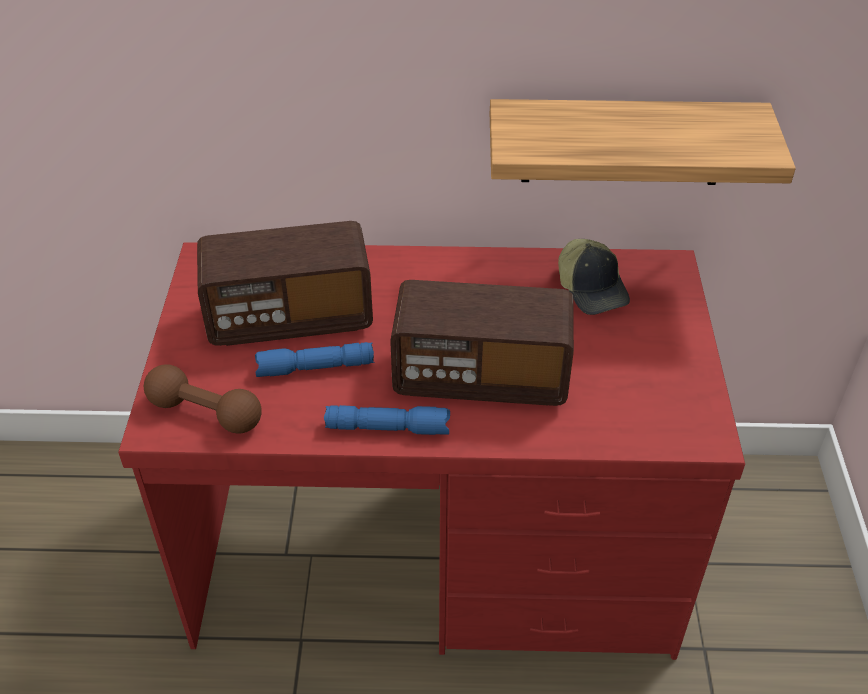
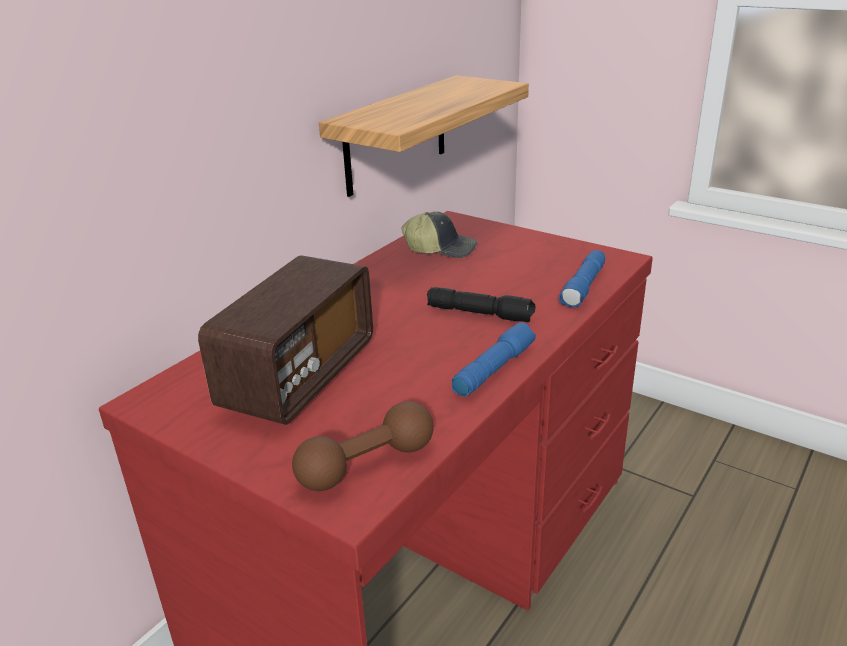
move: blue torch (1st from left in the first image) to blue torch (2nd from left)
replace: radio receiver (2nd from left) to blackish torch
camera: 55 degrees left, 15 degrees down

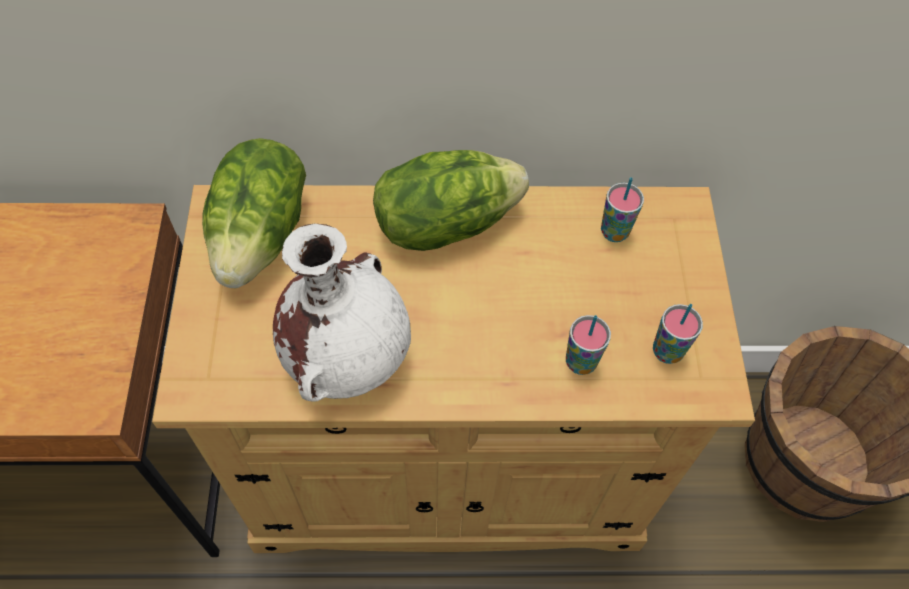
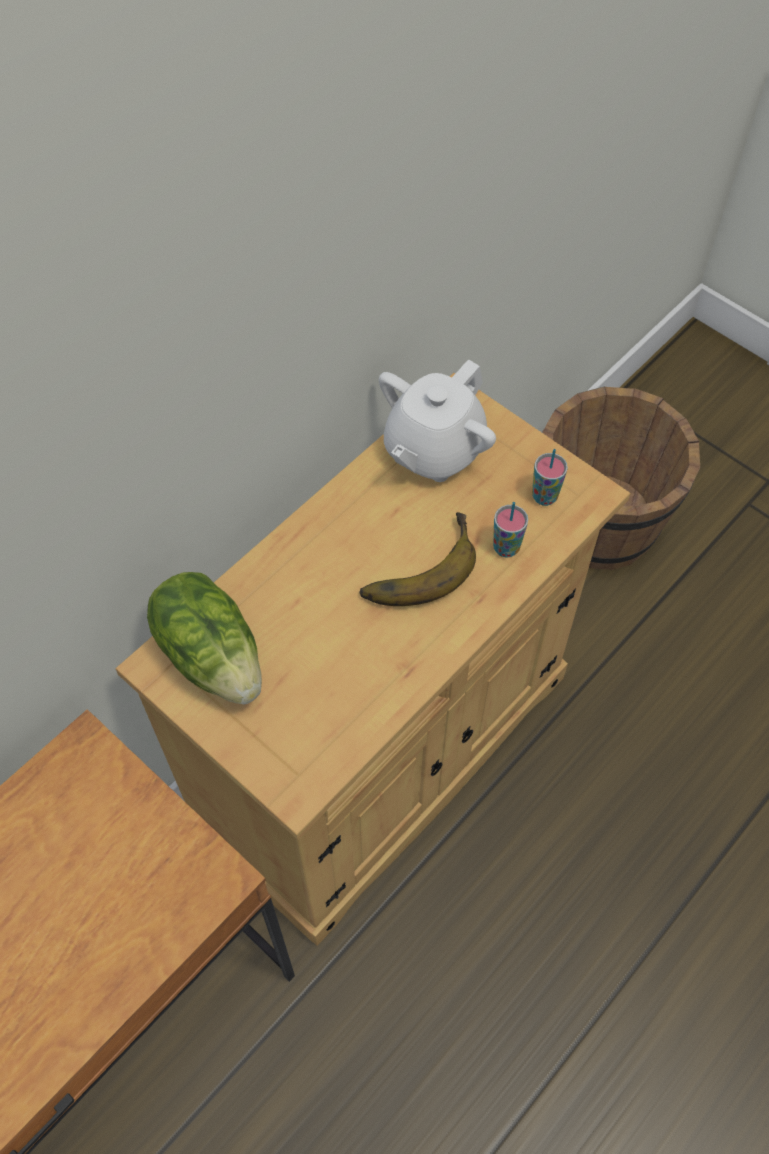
delete: whitish vase; lettuce head (2nd from left)
insert: banana
replace: small cup (2nd from left) to whitish teapot
camera: 45 degrees left, 0 degrees up

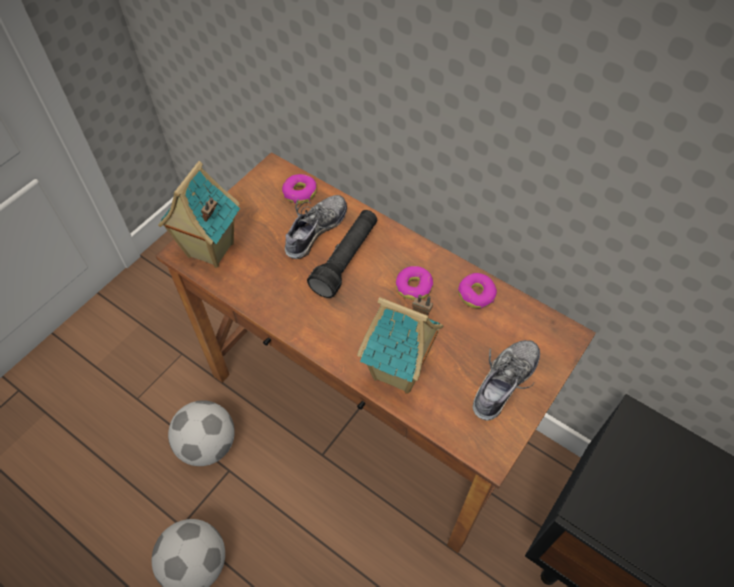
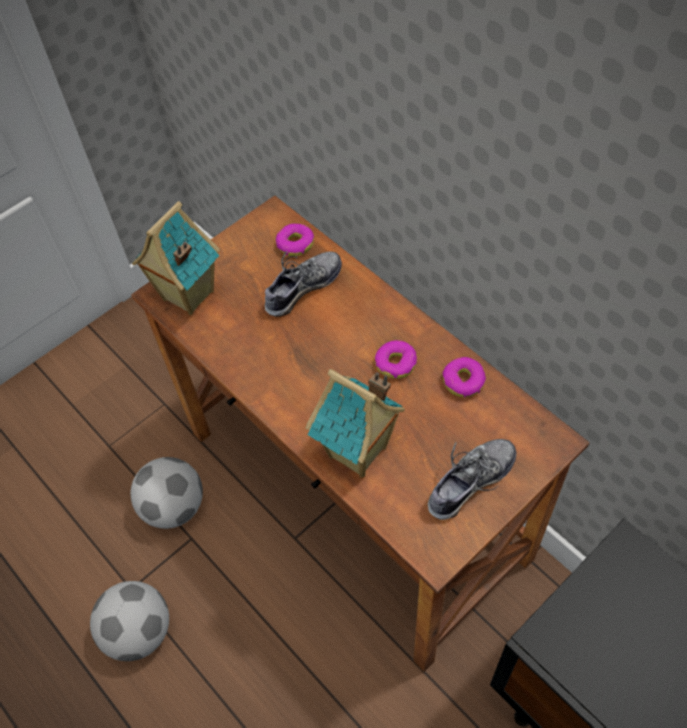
delete: blackish torch
camera: 15 degrees right, 0 degrees up

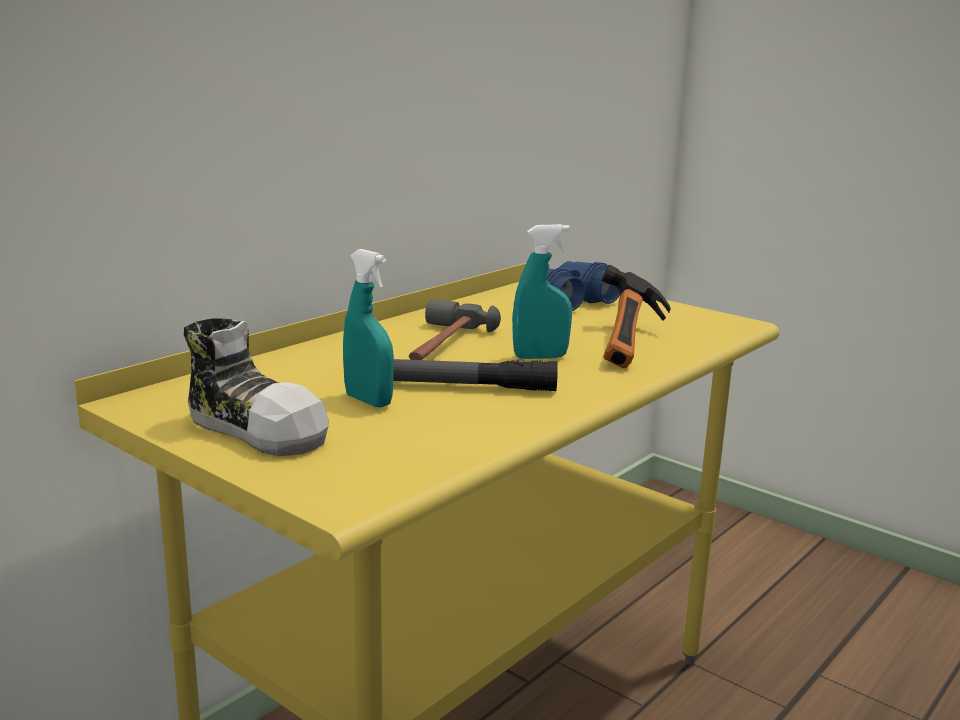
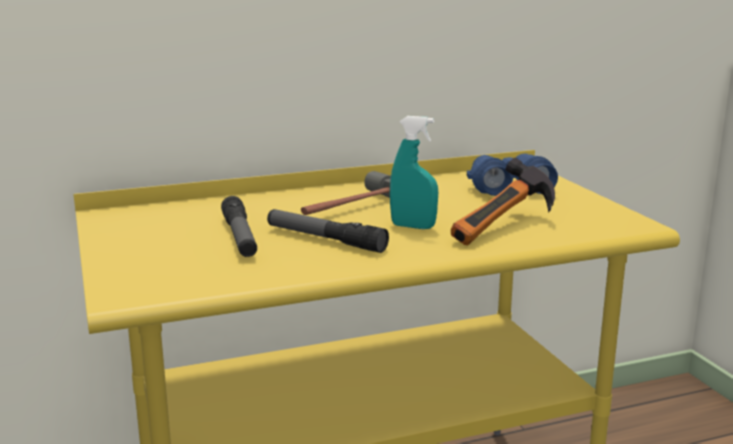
delete: low shoe
replace: turquoise spray bottle (1st from left) to torch (1st from left)
camera: 30 degrees right, 0 degrees up

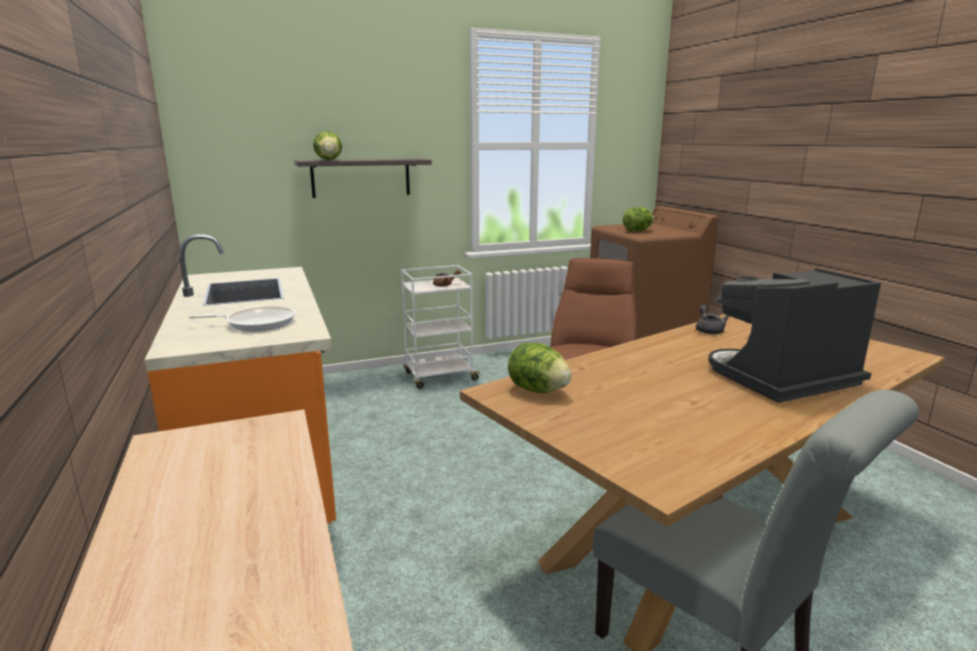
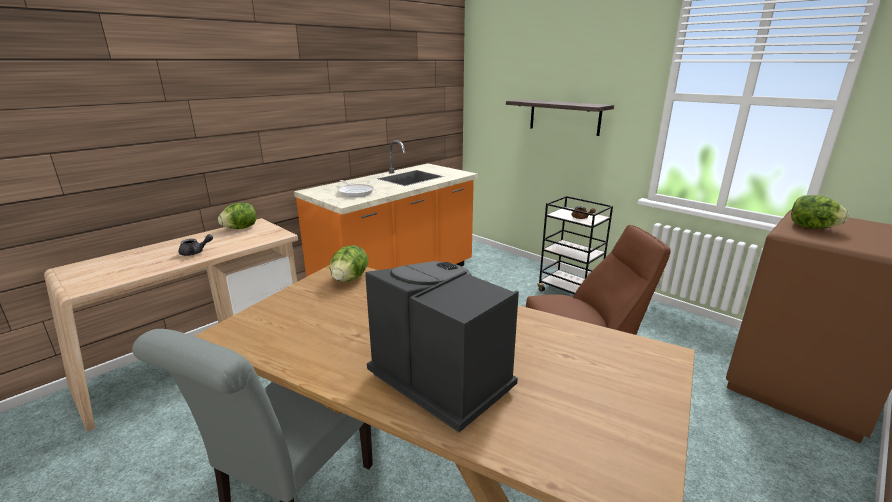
move: lettuce head (1st from left); grey teapot
recolor: whitish cart to blackish cart
camera: 65 degrees right, 5 degrees up

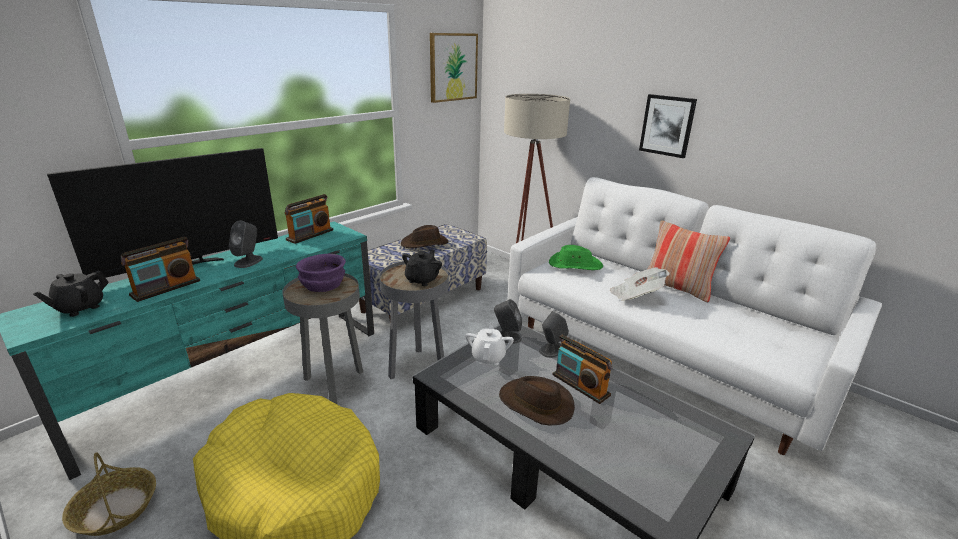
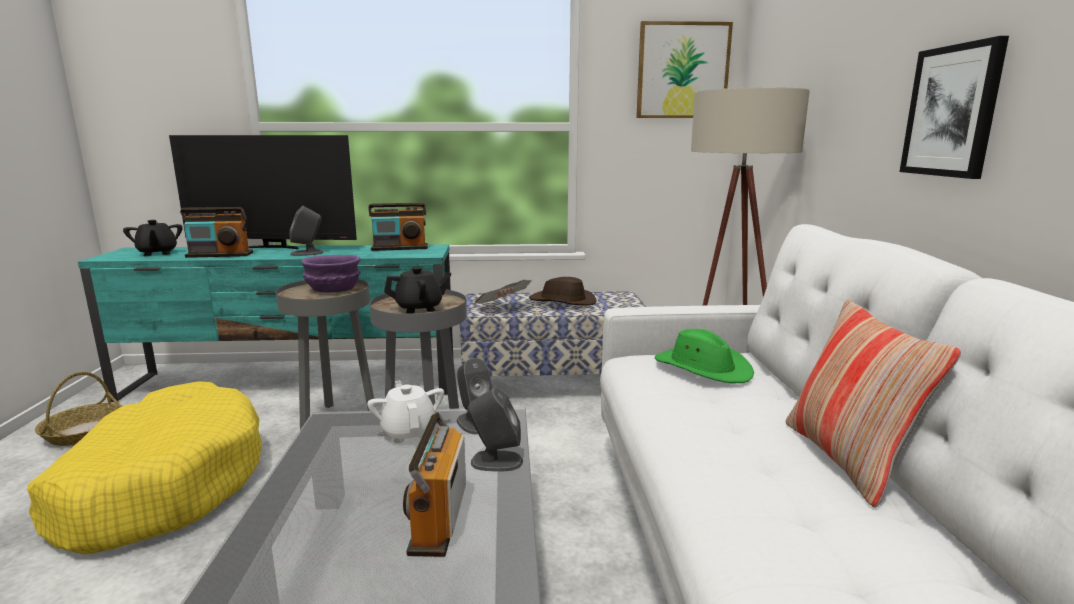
delete: brownish hat (2nd from left)
move: newspaper
rotate: blackish teapot (1st from left) 105 degrees counterclockwise; whitish teapot 75 degrees counterclockwise
camera: 45 degrees right, 10 degrees down

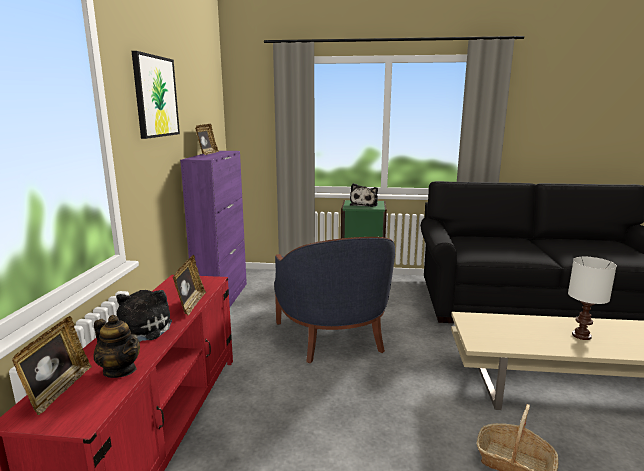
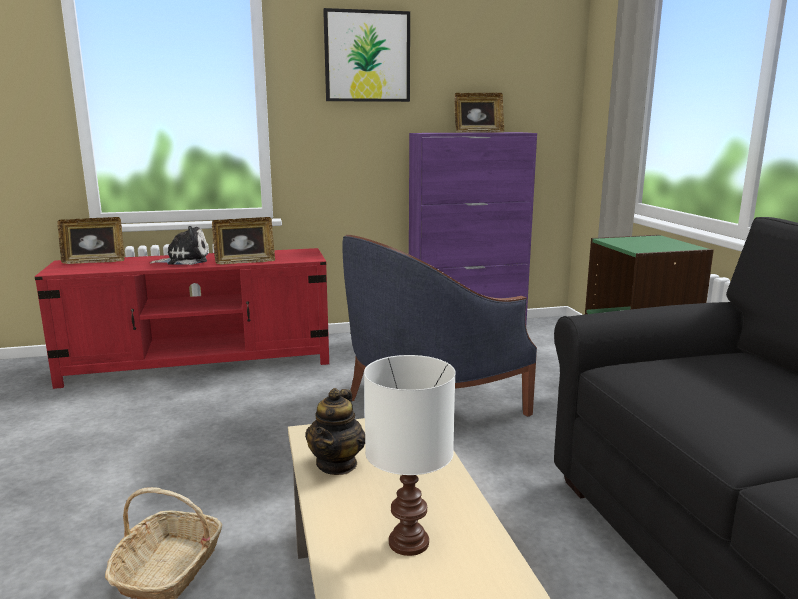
delete: soft toy (2nd from left)
move: teapot
camera: 70 degrees right, 0 degrees up

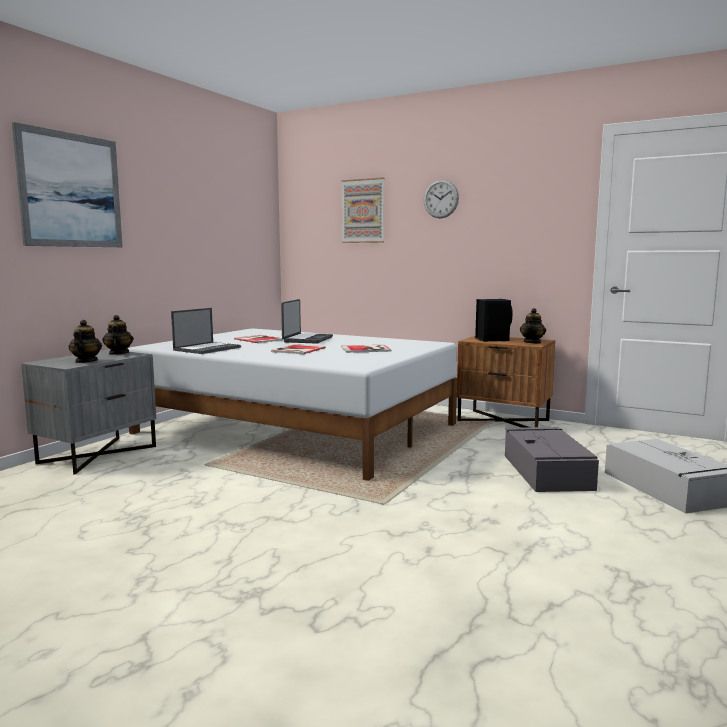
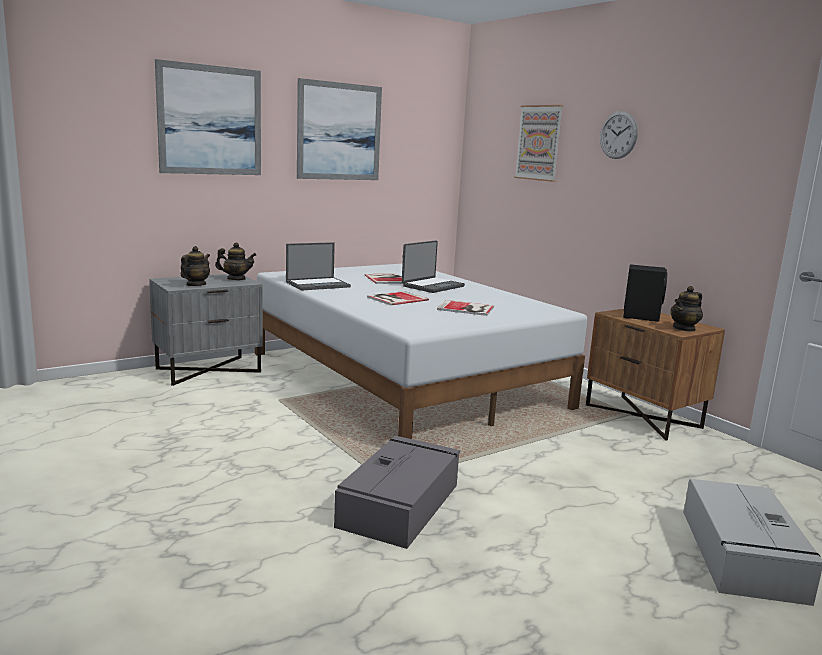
insert: picture (2nd from left)
move: grey storage container (1st from left)
rotate: teapot (2nd from left) 75 degrees clockwise
camera: 25 degrees right, 5 degrees up

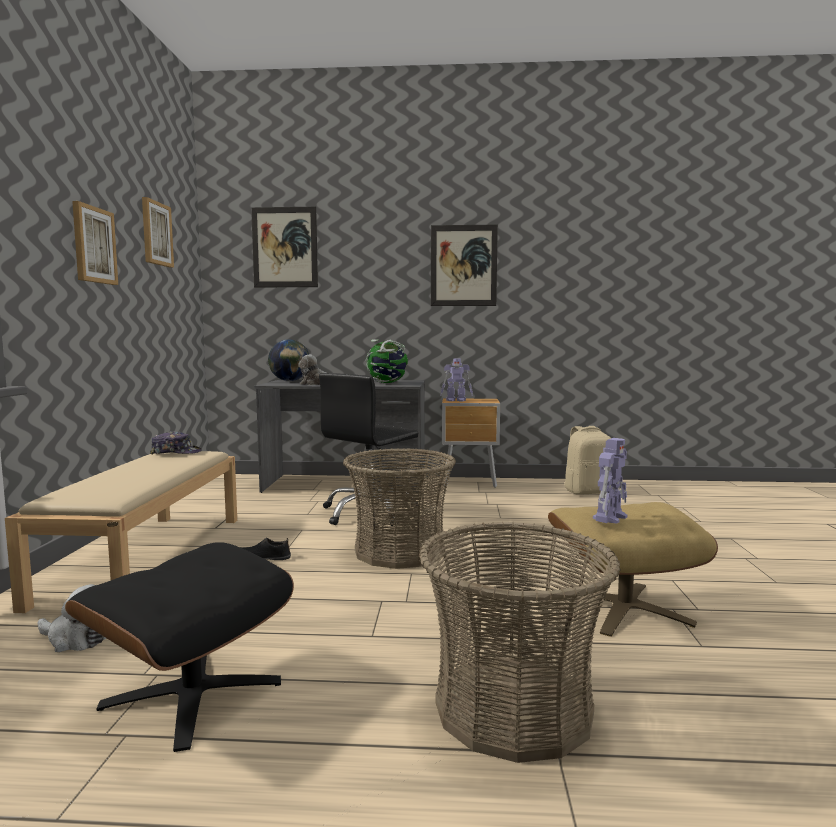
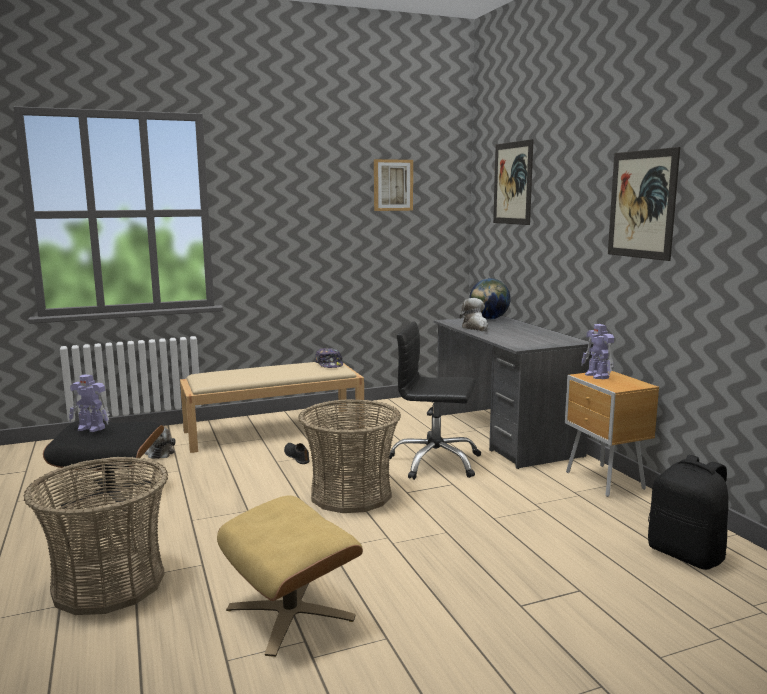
delete: picture (1st from left); globe (2nd from left)
move: robot figure (2nd from left in the first image) to robot figure (1st from left)
recolor: beige-coloured knapsack to blackish knapsack
camera: 65 degrees right, 5 degrees up

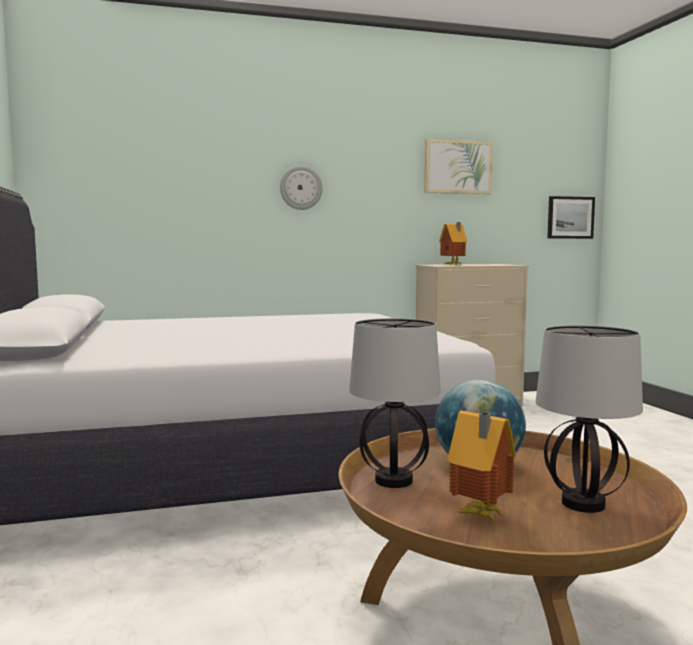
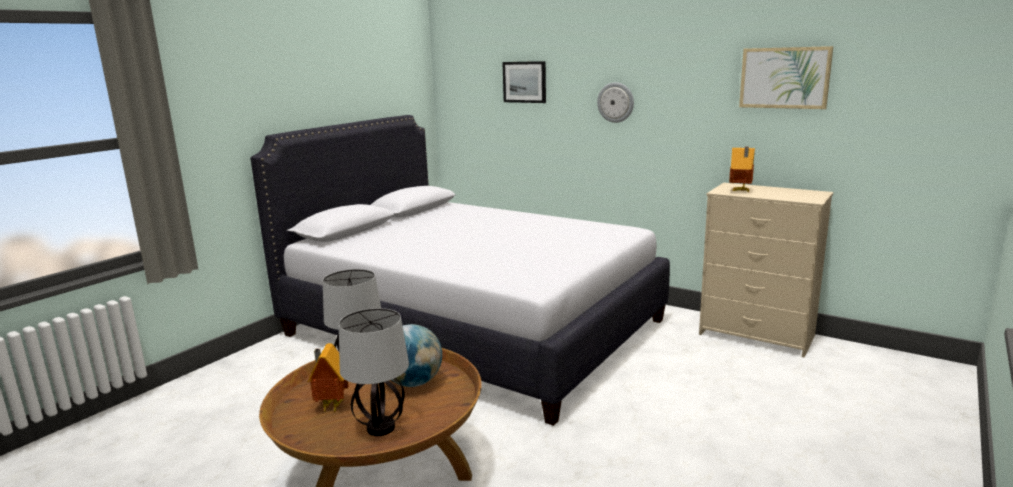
move: picture (2nd from left in the first image) to picture (1st from left)
camera: 50 degrees right, 10 degrees up

